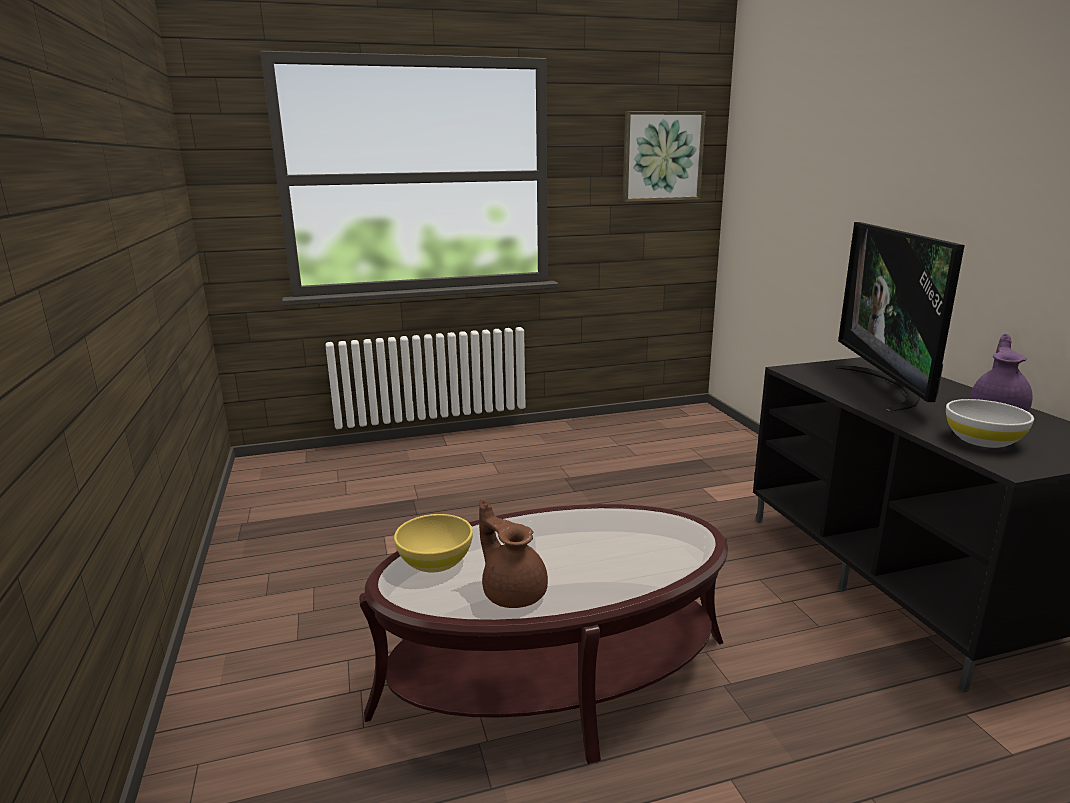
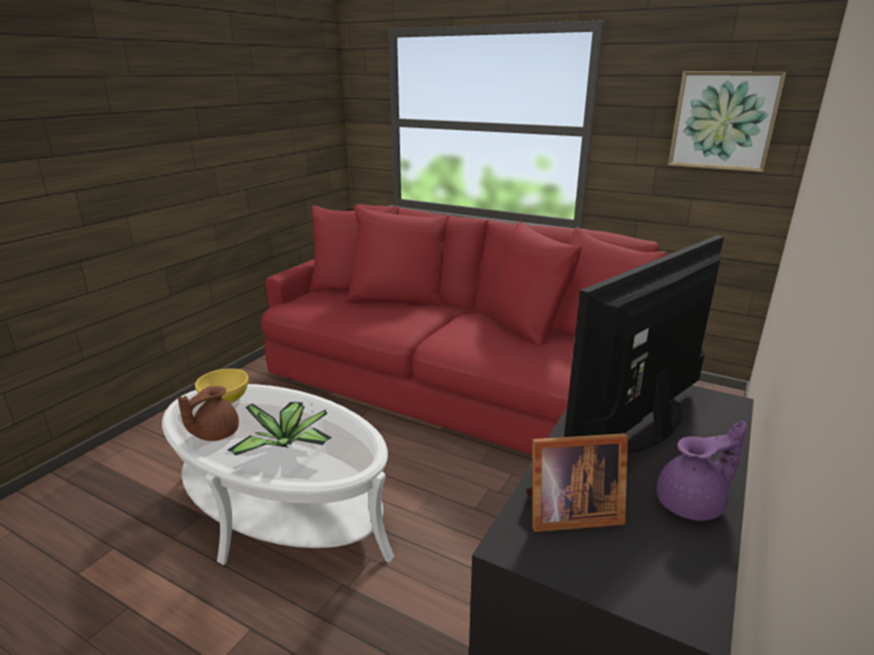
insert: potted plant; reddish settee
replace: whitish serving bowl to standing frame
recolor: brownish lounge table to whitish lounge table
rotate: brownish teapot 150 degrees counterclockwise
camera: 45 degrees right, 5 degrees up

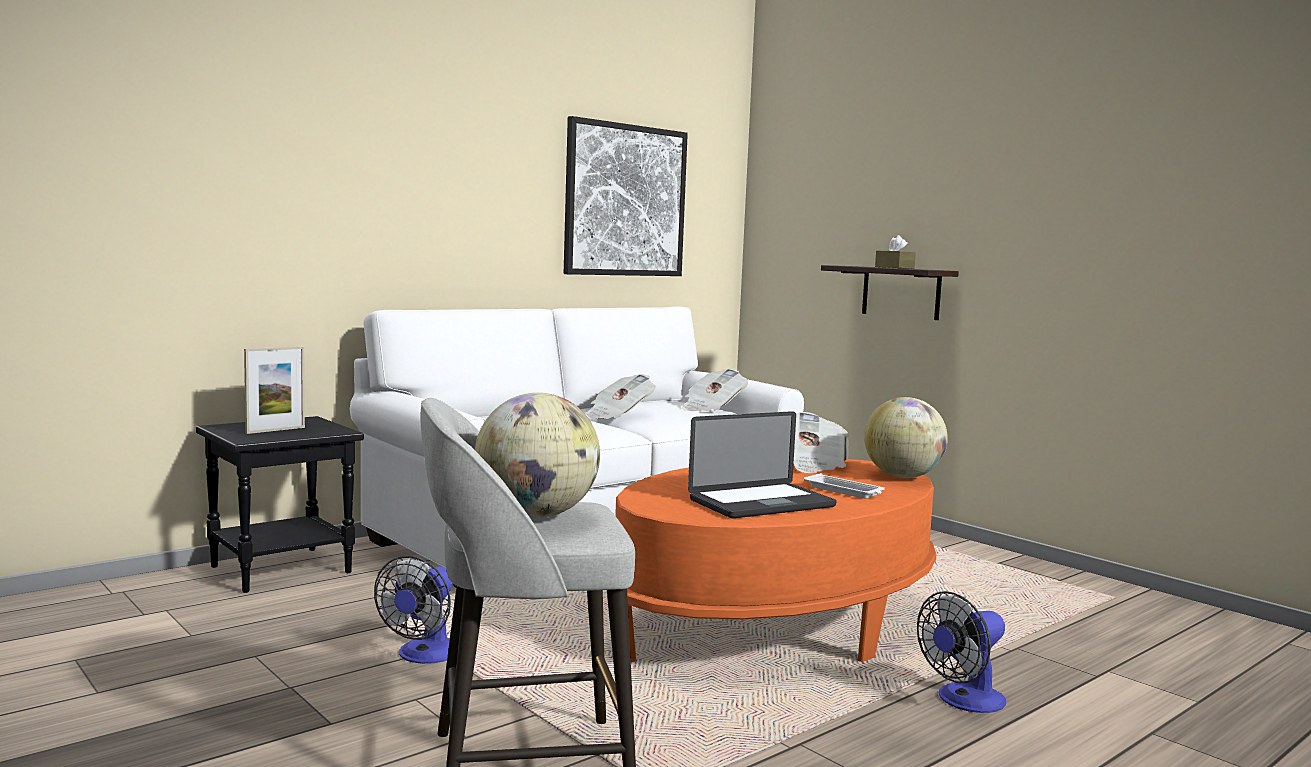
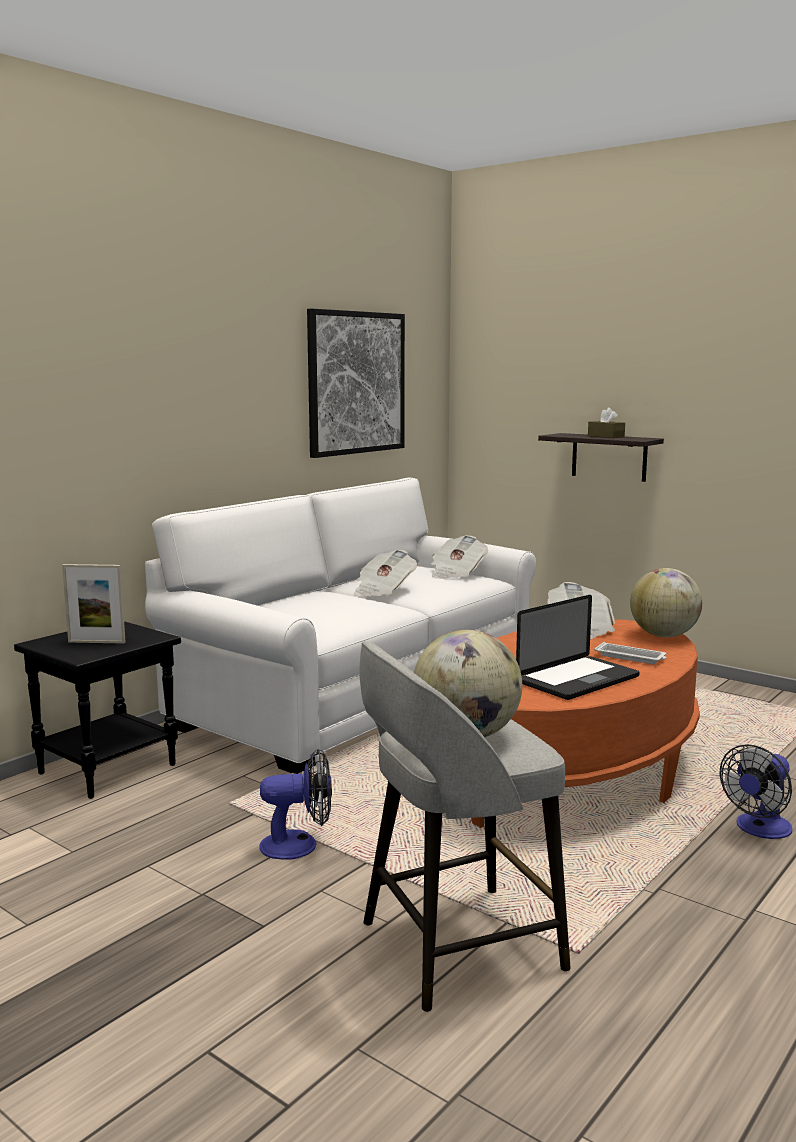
rotate: standing frame 60 degrees clockwise; fan (1st from left) 105 degrees counterclockwise
camera: 10 degrees left, 5 degrees up

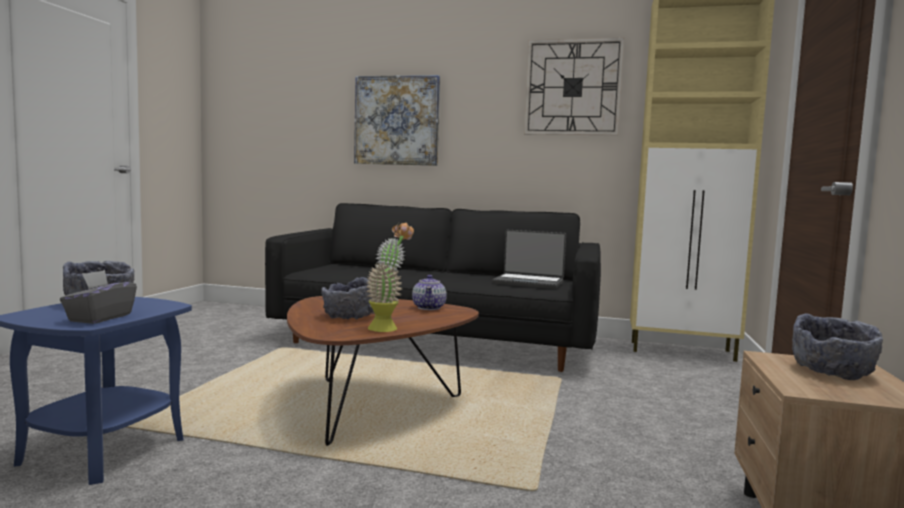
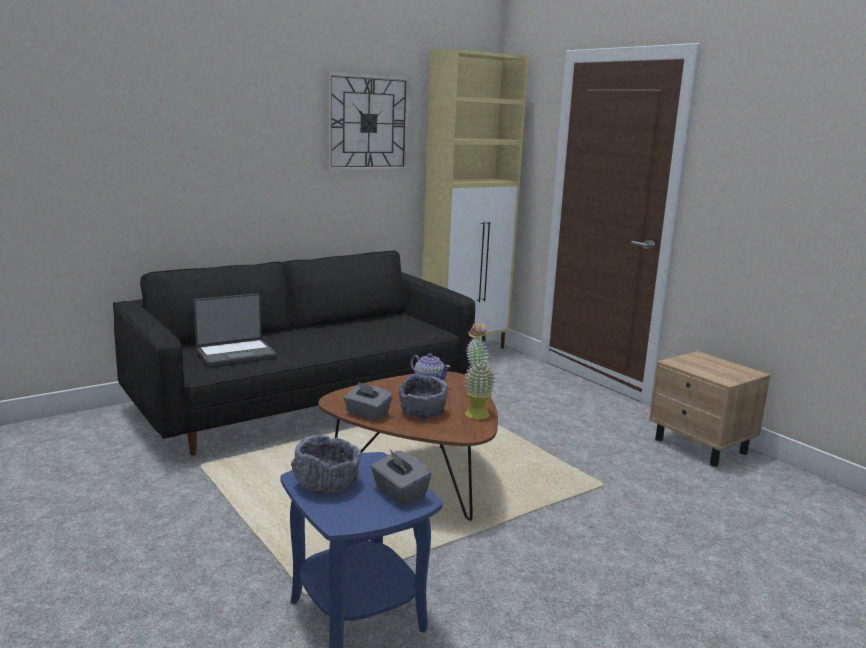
delete: picture; grey serving bowl (3rd from left)
insert: grey tissue box (1st from left)
move: laptop
camera: 50 degrees left, 10 degrees up

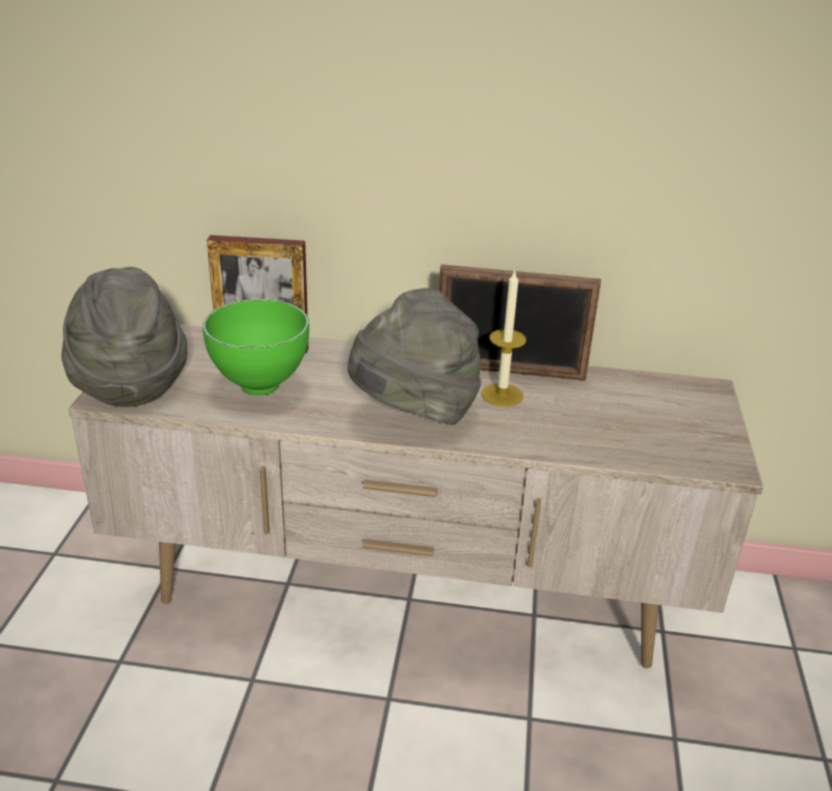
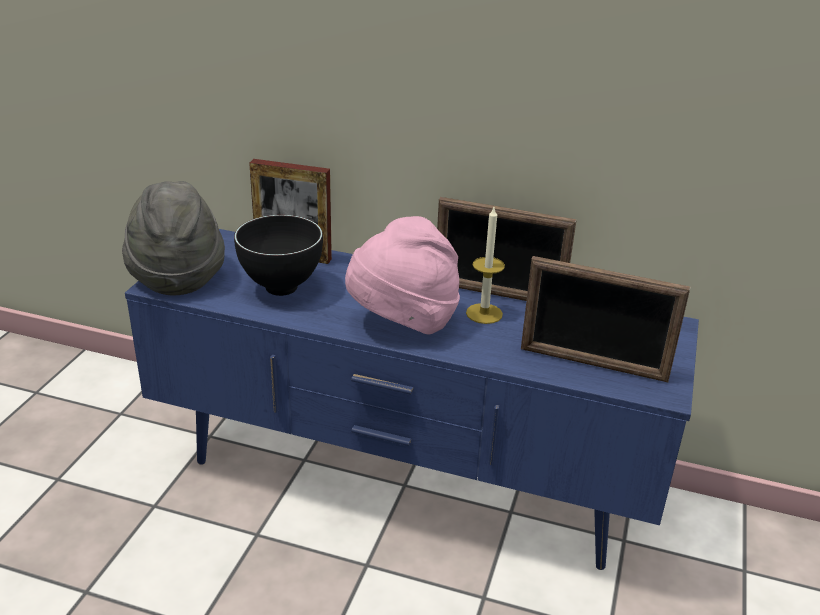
insert: standing frame (3rd from left)
recolor: beige-coloured media console to blue media console; green serving bowl to blackish serving bowl; grey hat (2nd from left) to pink hat
camera: 10 degrees right, 0 degrees up

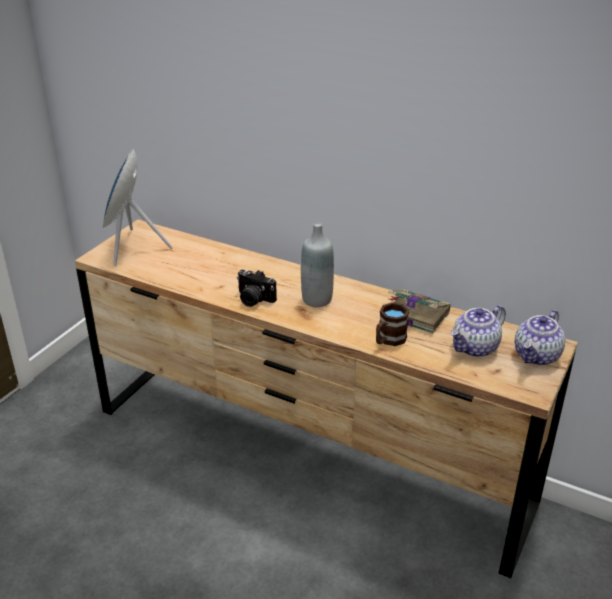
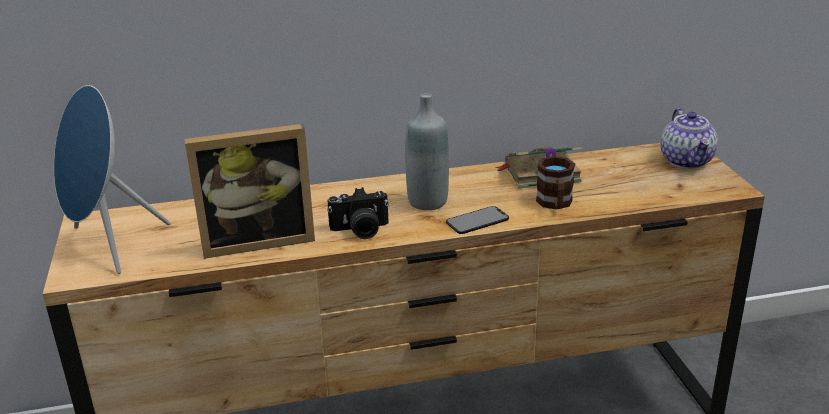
delete: teapot (1st from left)
insert: standing frame; phone
camera: 40 degrees left, 5 degrees down

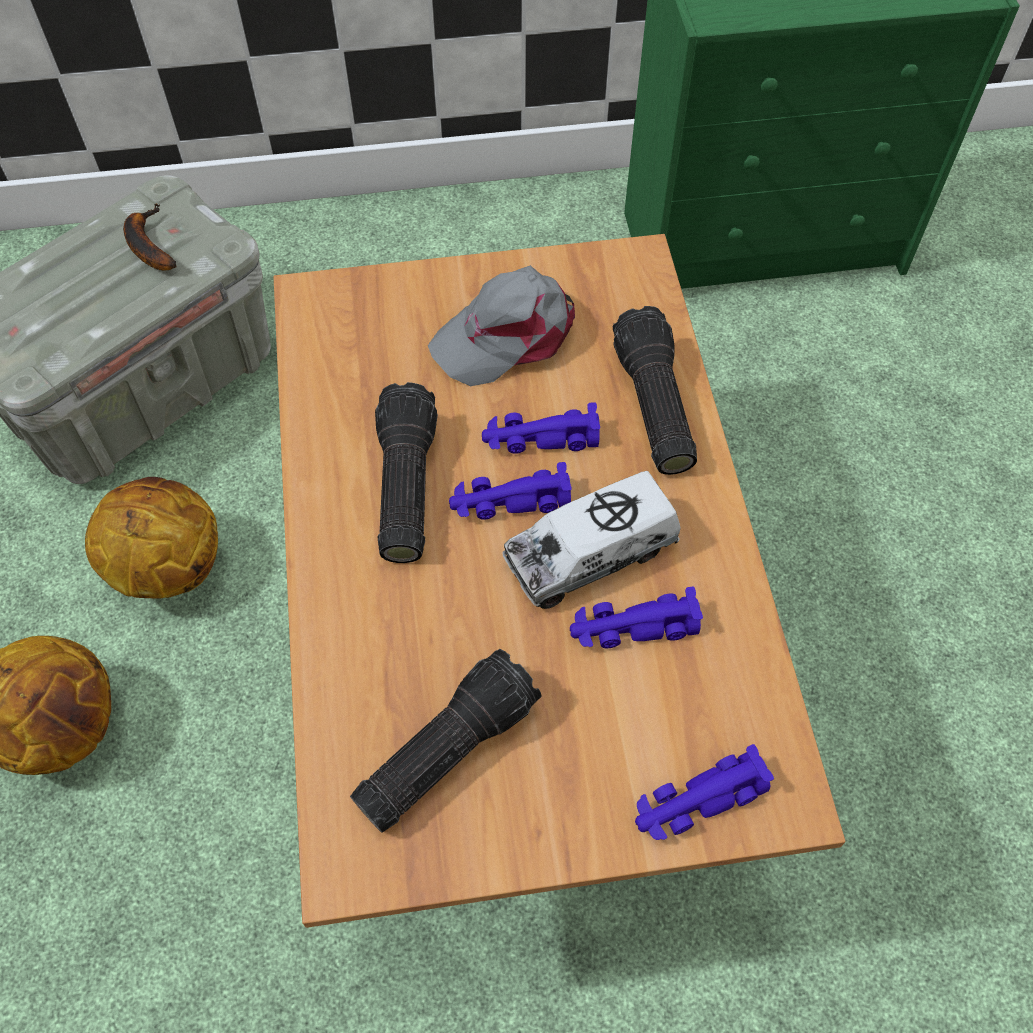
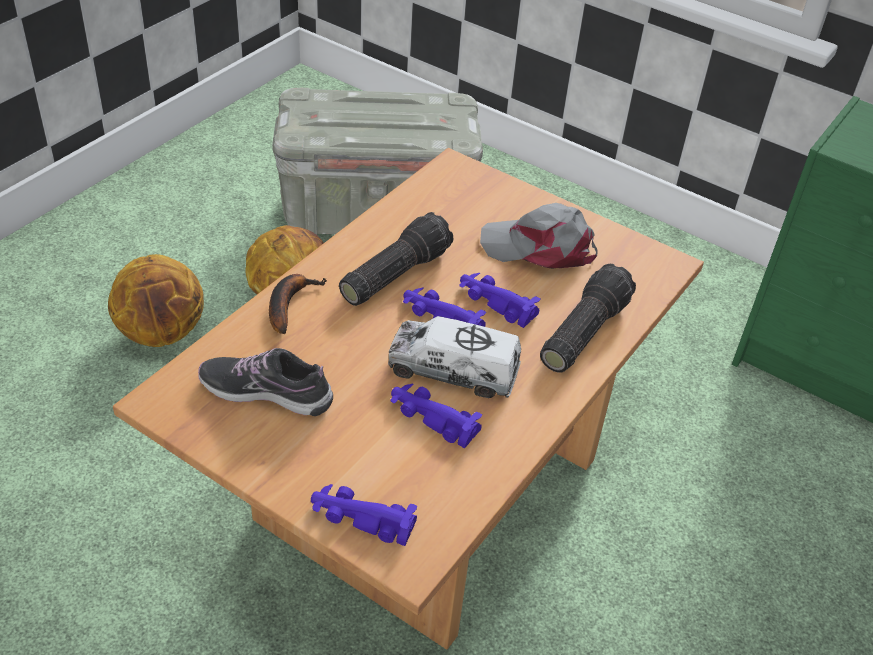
move: banana
replace: torch (2nd from left) to low shoe
camera: 40 degrees right, 15 degrees down

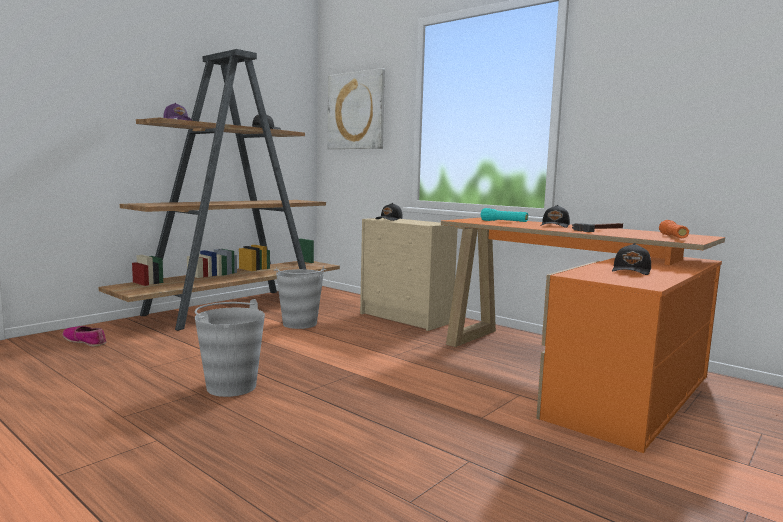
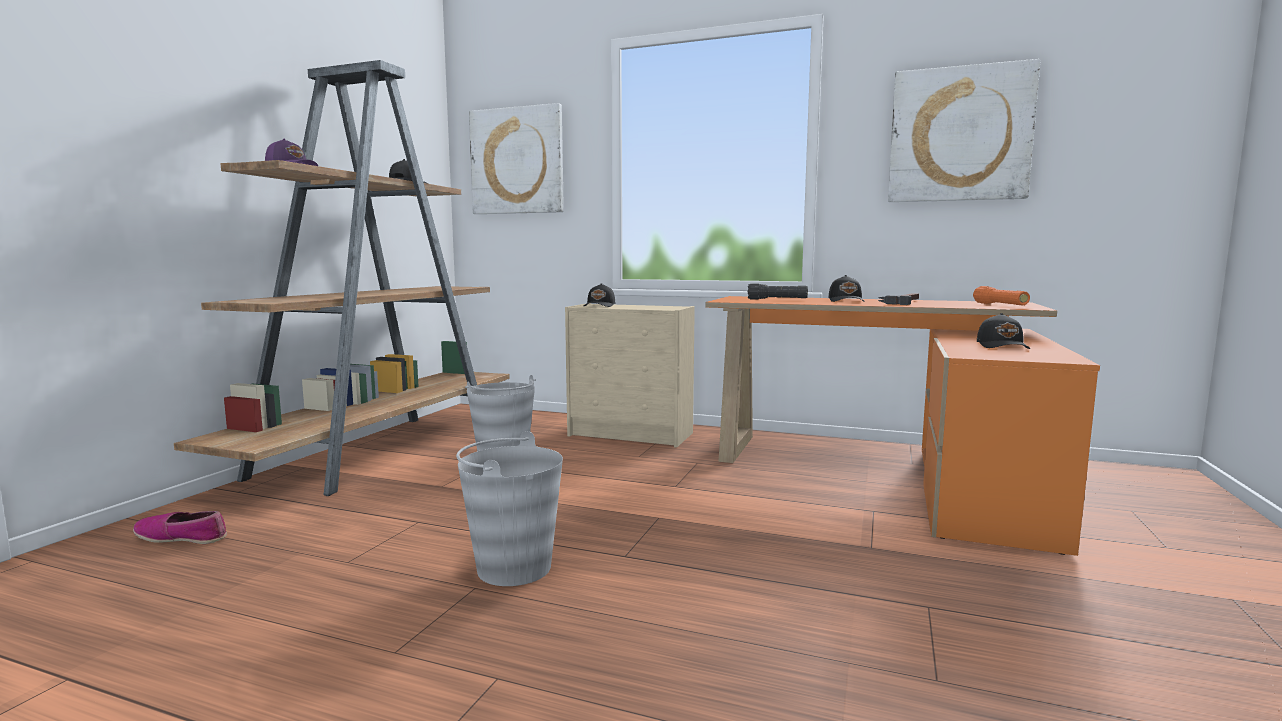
insert: picture (2nd from left)
recolor: turquoise torch to blackish torch
camera: 20 degrees left, 0 degrees up

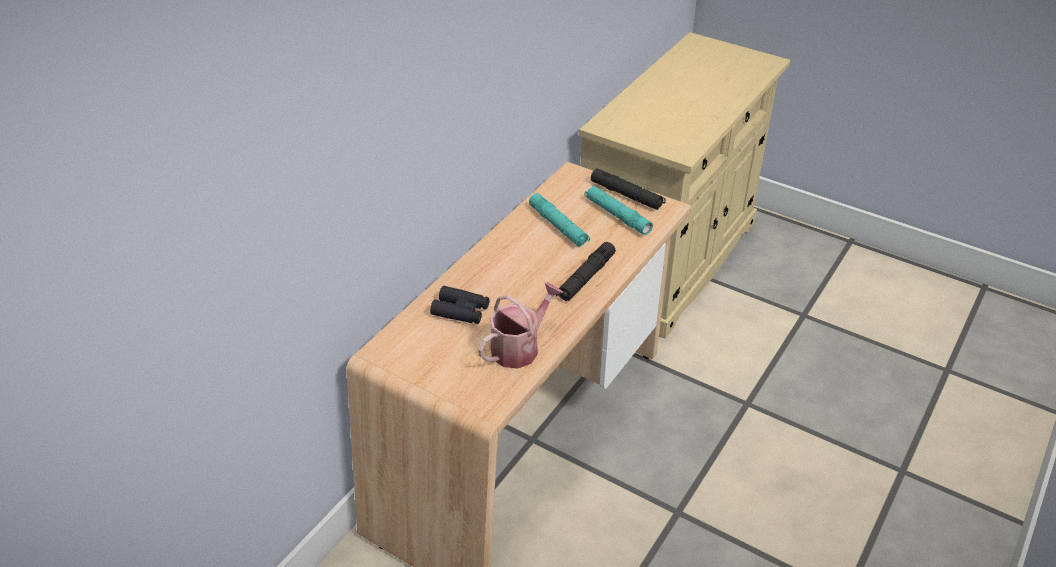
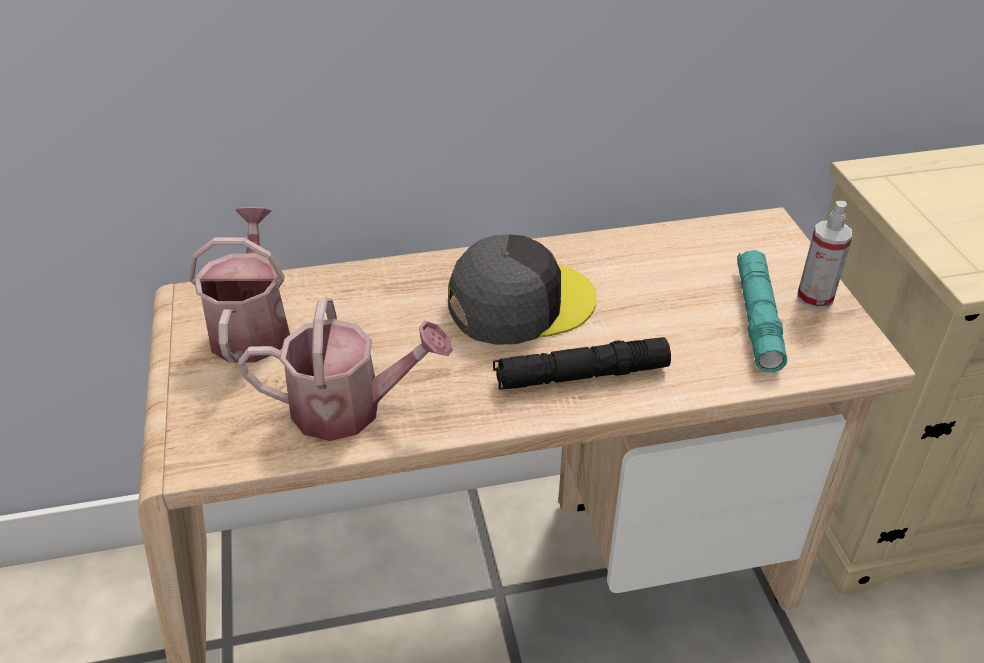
delete: blackish field glasses; turquoise torch (1st from left)
insert: watering pot (1st from left); grey baseball cap
replace: blackish torch (2nd from left) to spray bottle
camera: 45 degrees right, 0 degrees up

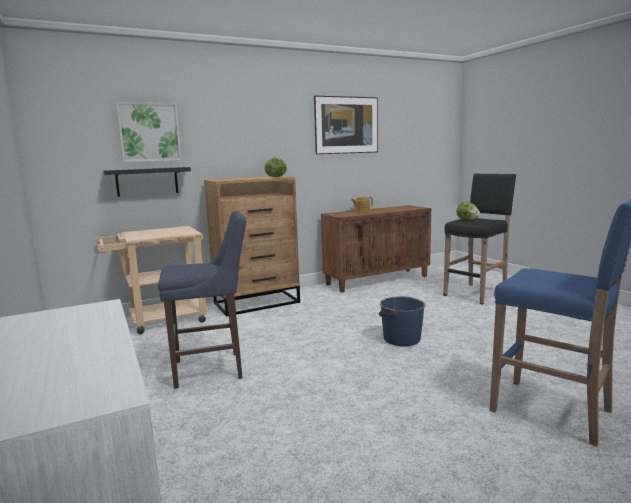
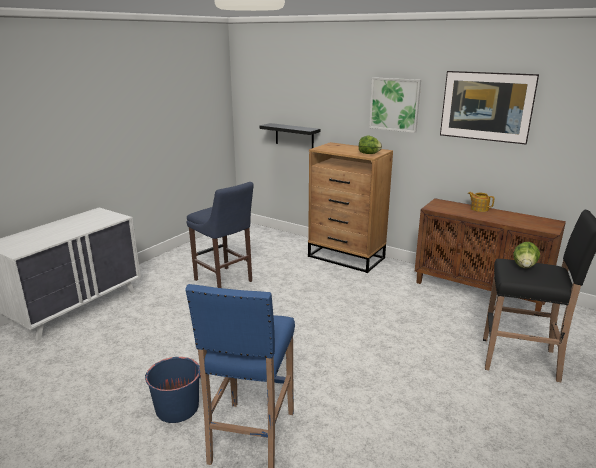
delete: beige-coloured cart
move: picture (1st from left); blue bucket
camera: 60 degrees right, 10 degrees up

